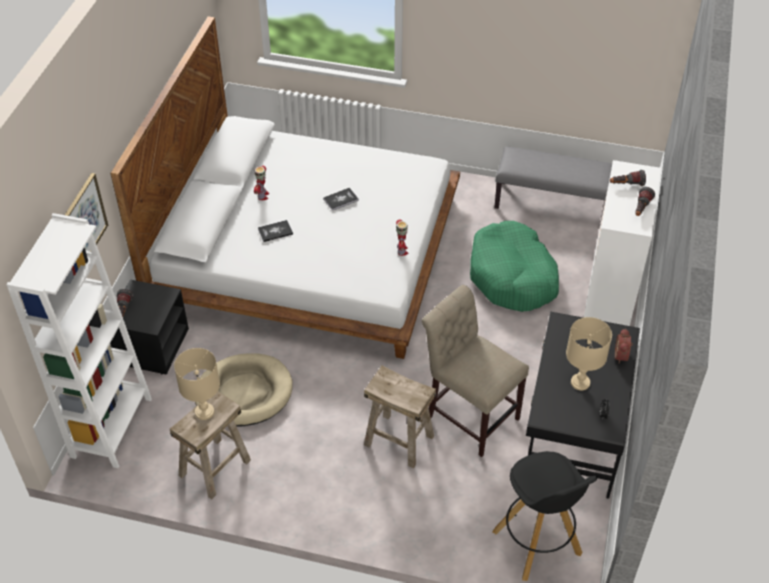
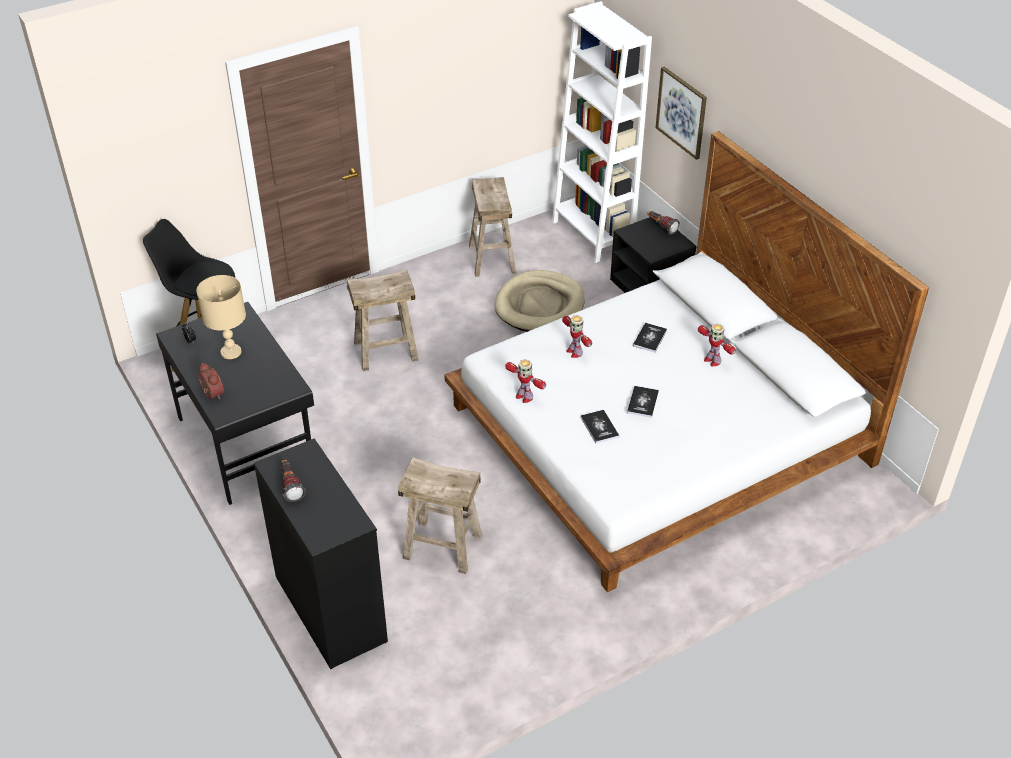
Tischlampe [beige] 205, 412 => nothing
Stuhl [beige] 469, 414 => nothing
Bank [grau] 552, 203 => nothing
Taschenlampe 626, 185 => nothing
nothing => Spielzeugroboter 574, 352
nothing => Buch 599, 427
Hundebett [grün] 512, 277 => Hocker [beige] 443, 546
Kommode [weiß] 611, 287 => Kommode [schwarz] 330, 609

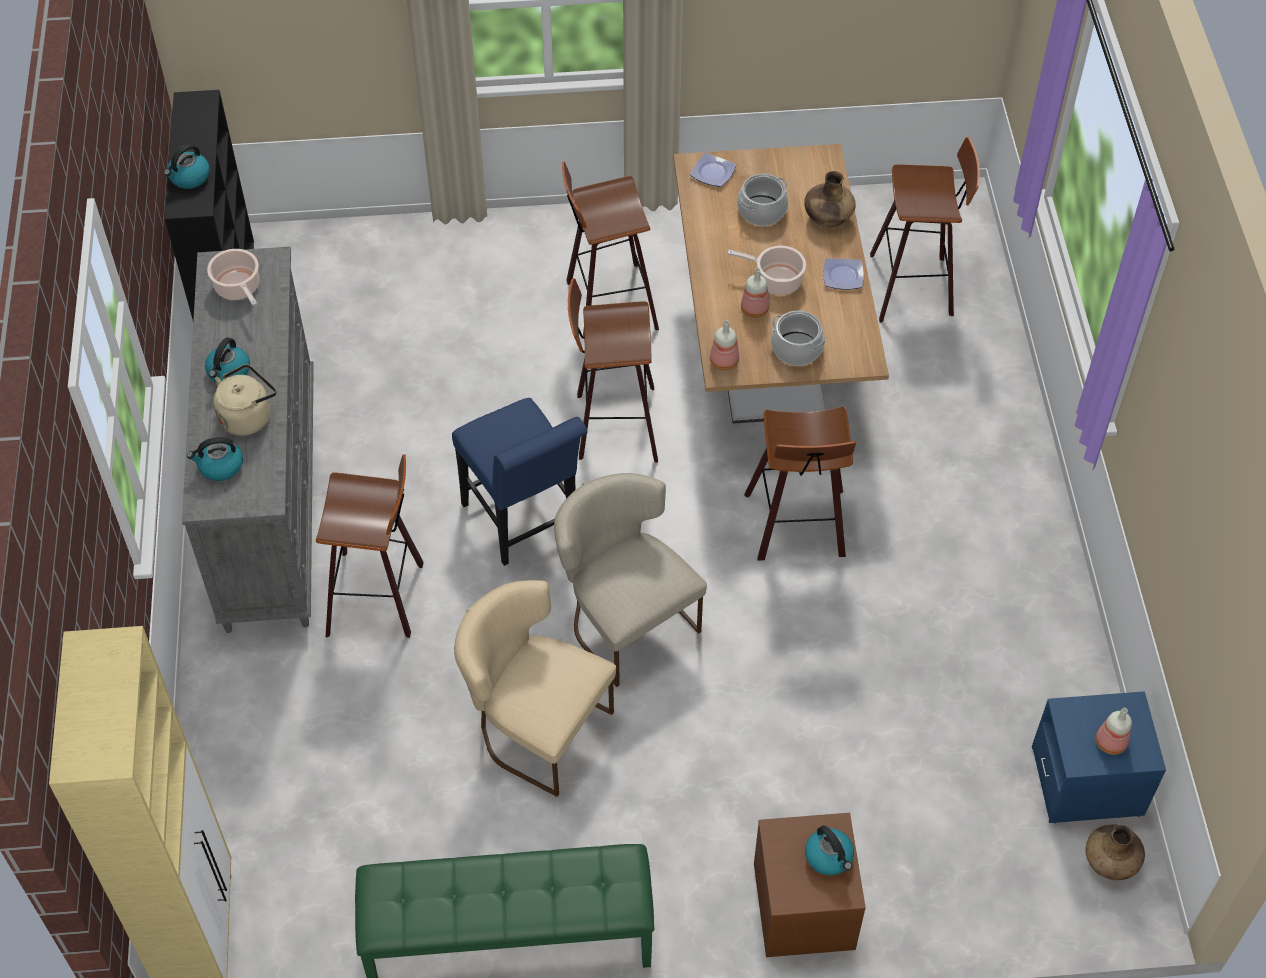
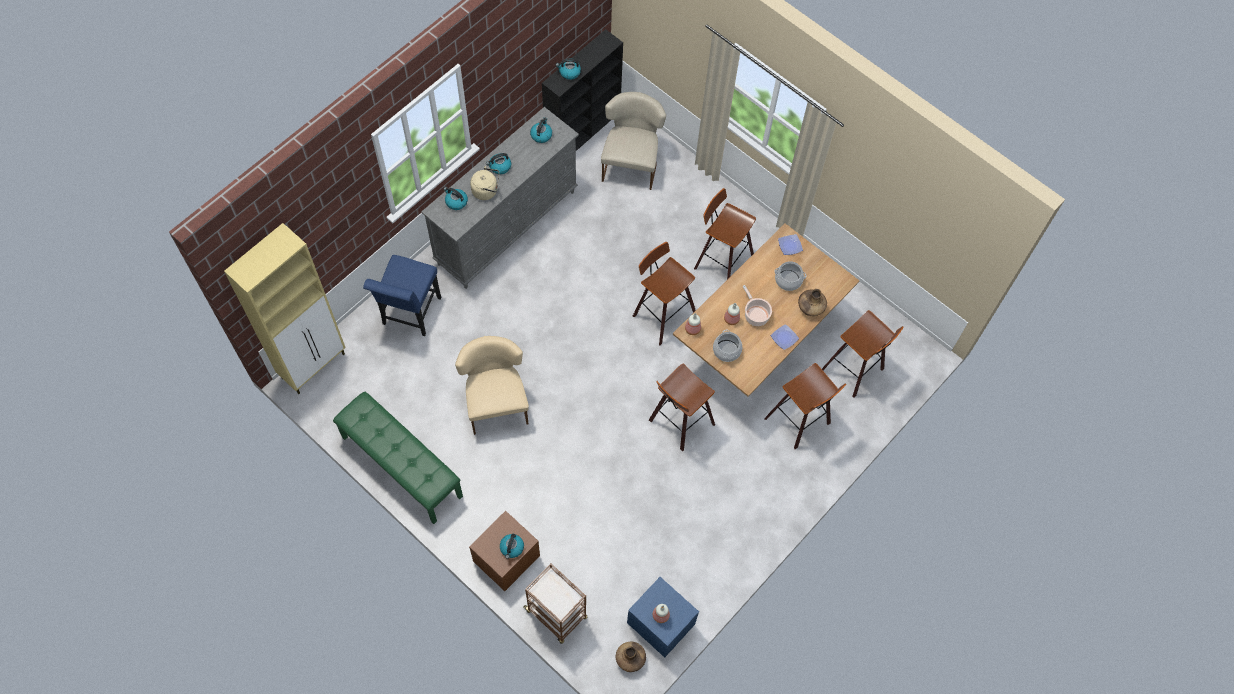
nothing => Rollwagen [braun] 556, 614
Hocker 379, 596 => Hocker 800, 421, moved
Stuhl [blau] 524, 523 => Stuhl [blau] 410, 314, moved
Stuhl [beige] 625, 620 => Stuhl [beige] 631, 163, moved
Kochtopf 238, 288 => Wasserkessel 541, 135

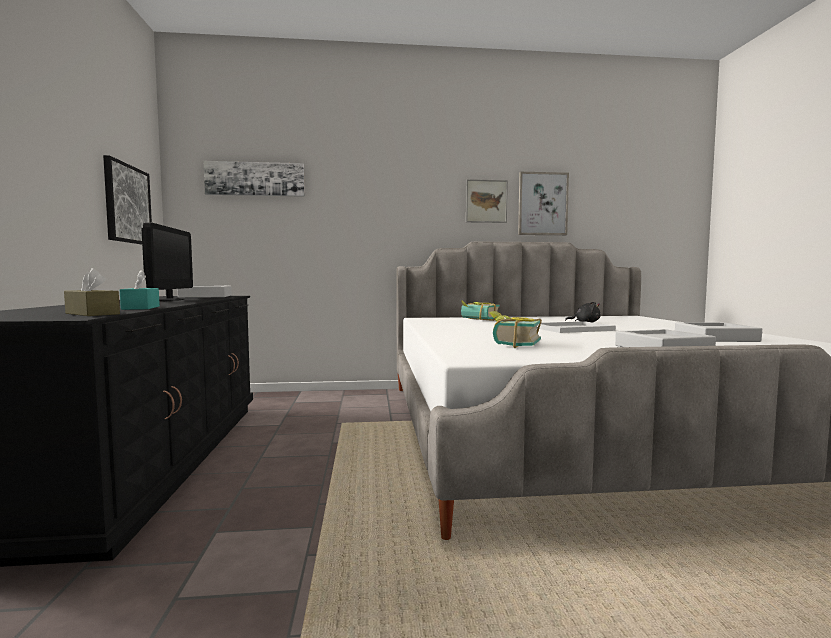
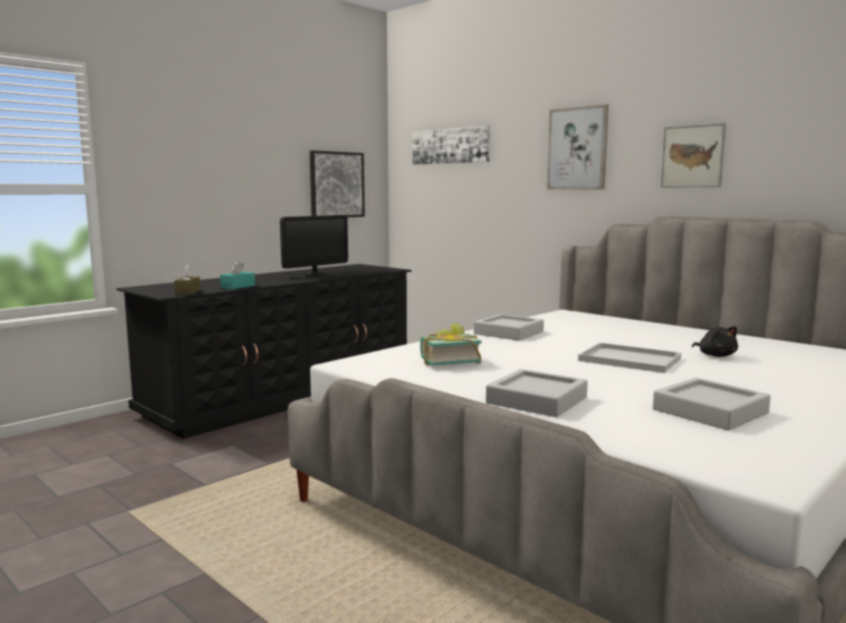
Buch 478, 320 => nothing
Tablett [grau] 206, 296 => Tablett [grau] 508, 333, moved
Bild 542, 204 => Bild 577, 148, moved

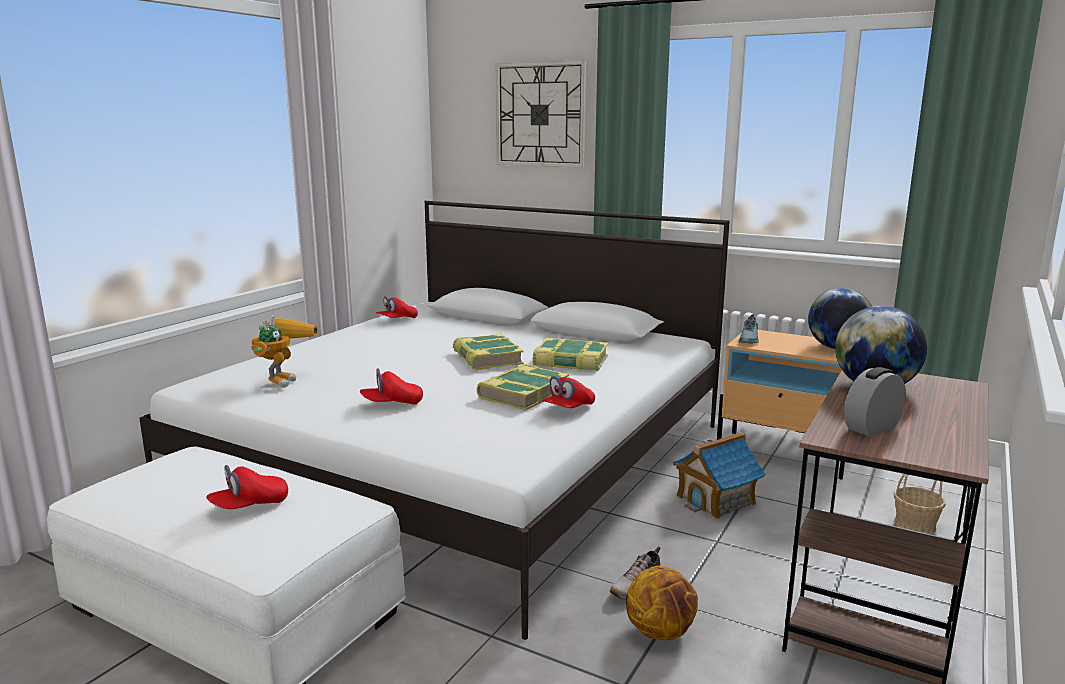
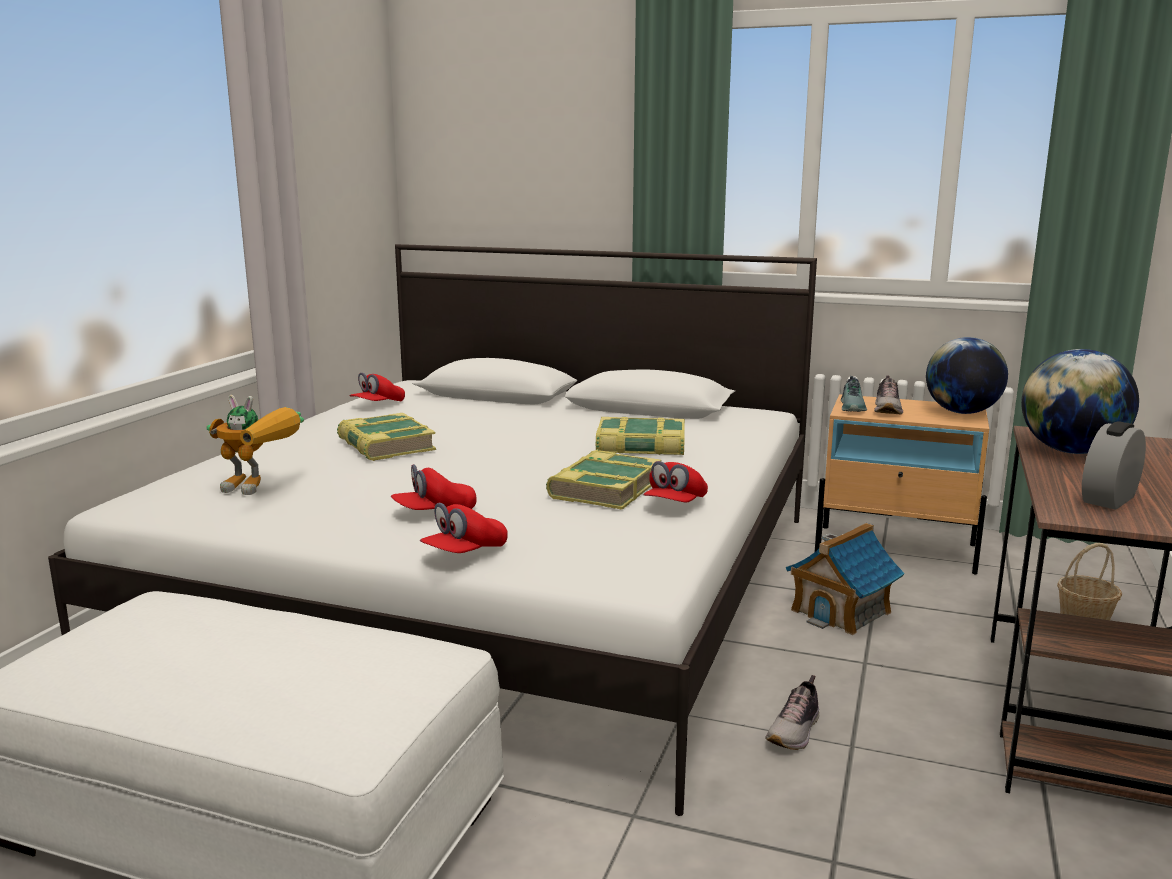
Wanduhr 540, 115 => nothing
Basketball 661, 632 => nothing
nothing => Schuh 887, 410
Kappe [rot] 249, 506 => Kappe [rot] 465, 553, moved
Buch 487, 358 => Buch 385, 446, moved
Spielzeugroboter 283, 379 => Spielzeugroboter 261, 488, 105 degrees clockwise

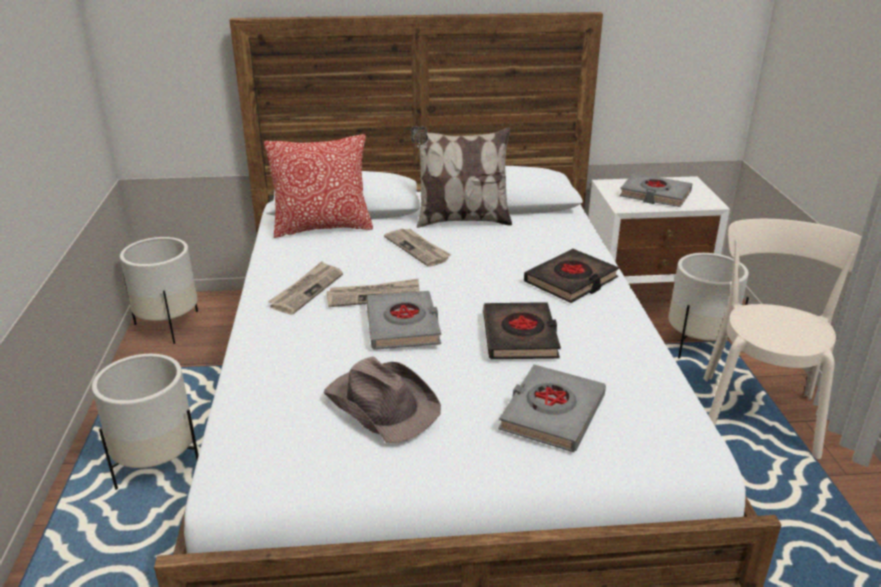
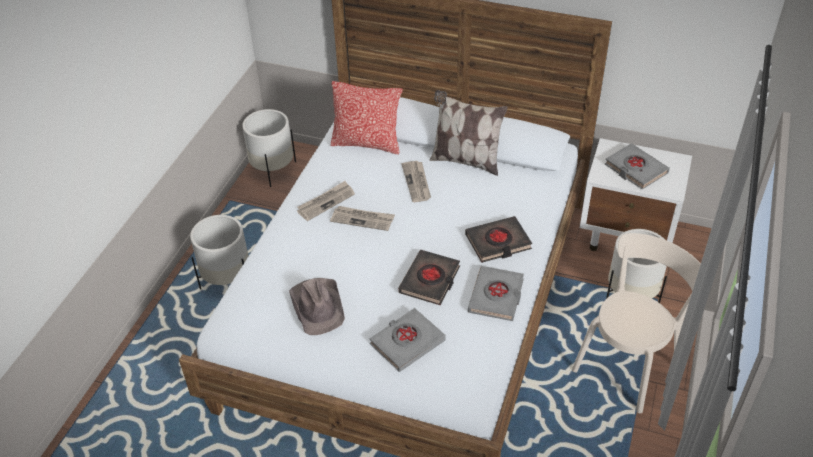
Buch [grau] 403, 326 => Buch [grau] 496, 296, moved

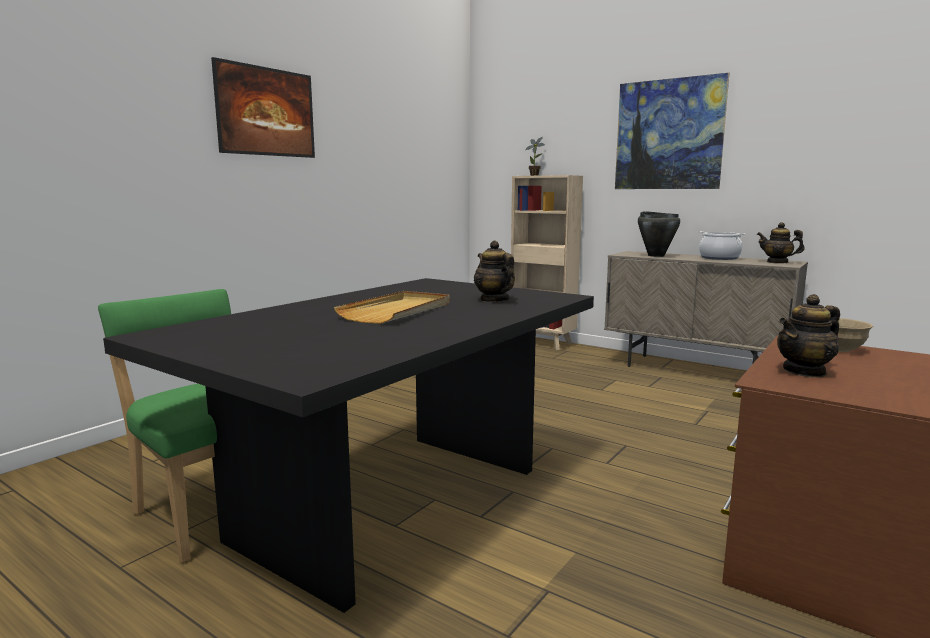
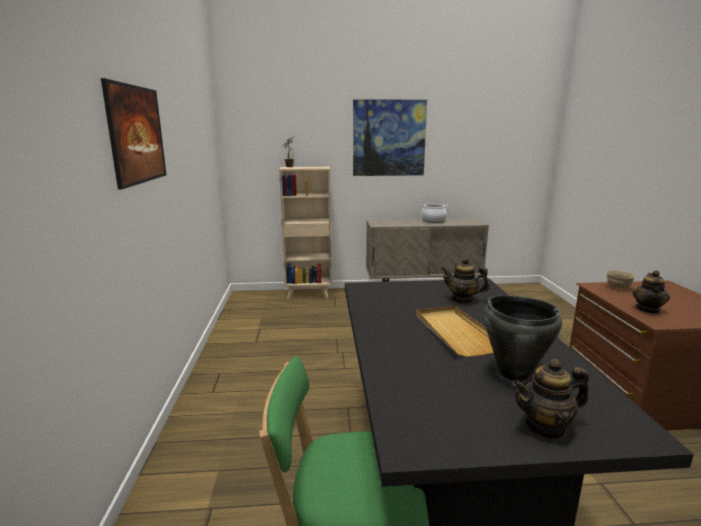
Kochtopf [schwarz] 656, 255 => Kochtopf [schwarz] 513, 373, moved
Teekanne 777, 262 => Teekanne 546, 427, moved

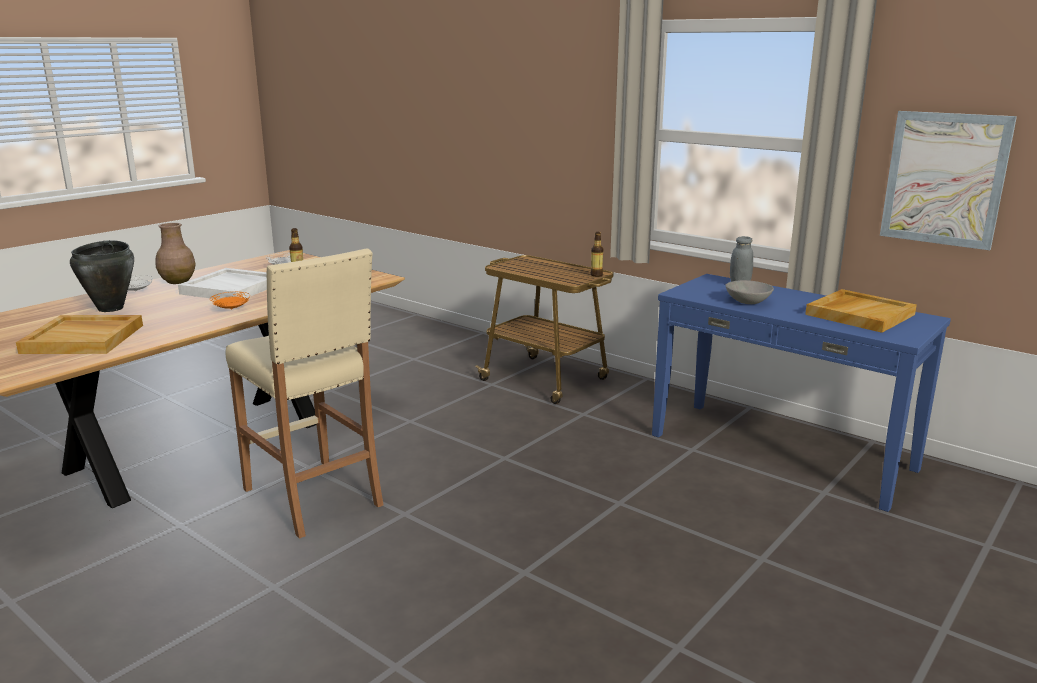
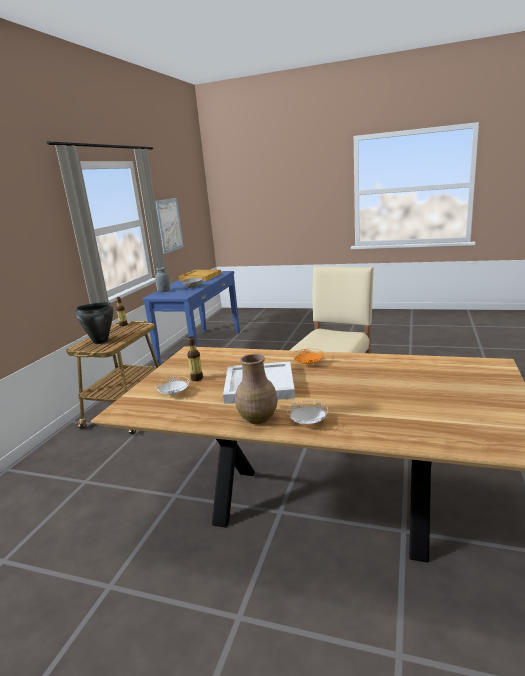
Tablett [beige] 85, 338 => nothing
Kochtopf [schwarz] 111, 308 => Kochtopf [schwarz] 100, 341, moved

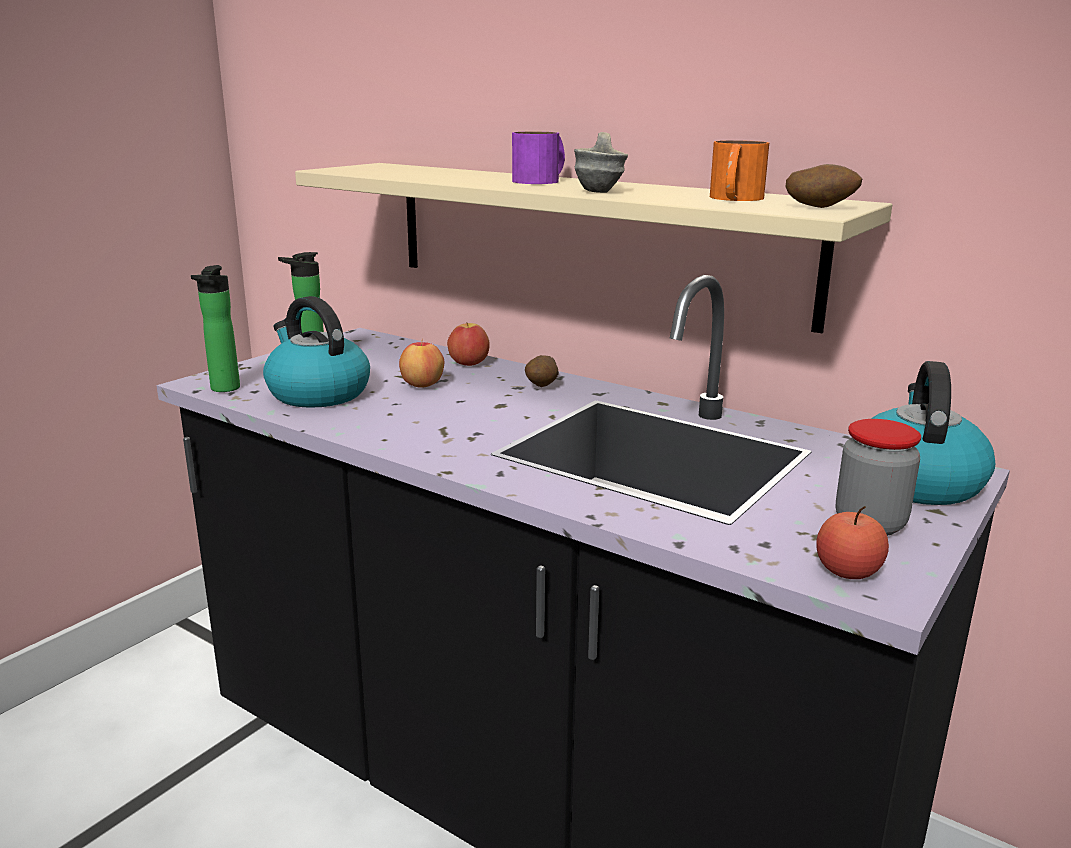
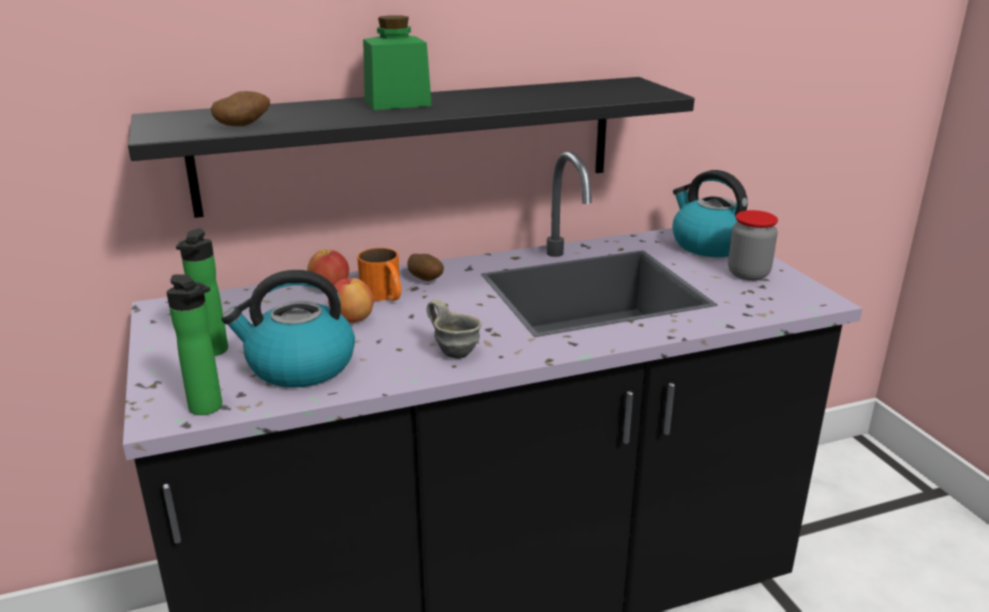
Apfel 848, 571 => nothing
Henkelbecher [grau] 602, 191 => Henkelbecher [grau] 455, 351, moved
Henkelbecher [orange] 734, 199 => Henkelbecher [orange] 385, 295, moved
Kartoffel 820, 207 => Kartoffel 243, 126, moved
Henkelbecher [lila] 542, 180 => Vorratsglas [grün] 397, 103
Wandregal [beige] 589, 238 => Wandregal [schwarz] 411, 144

